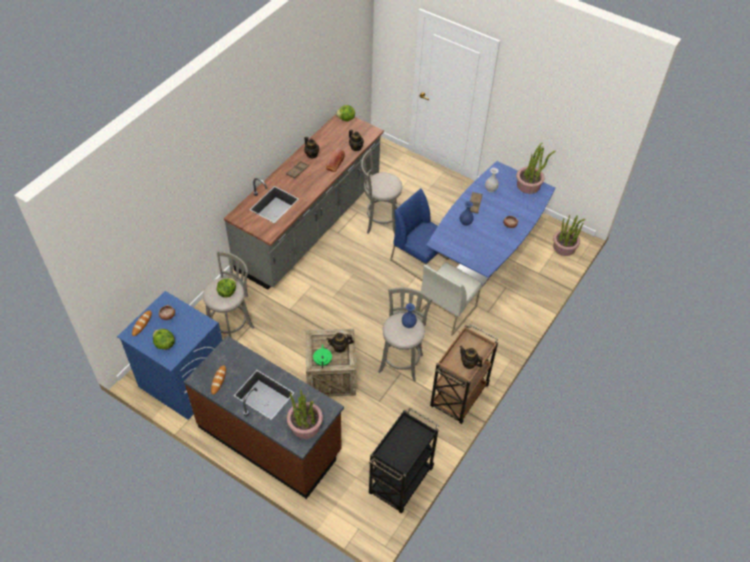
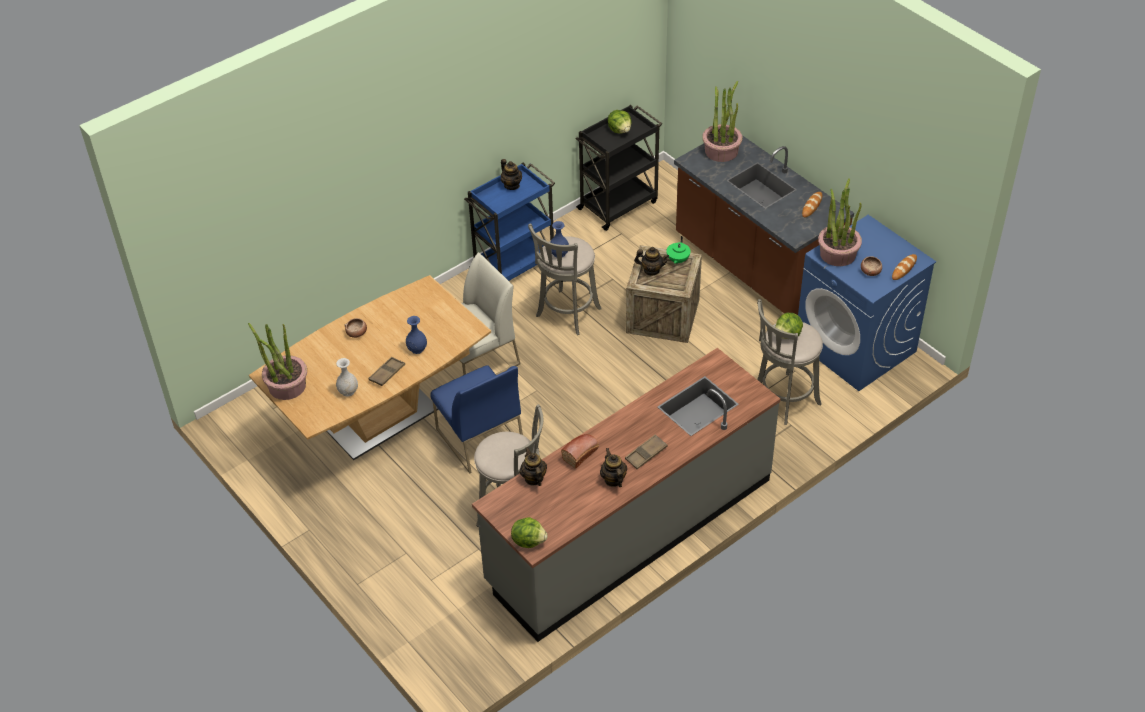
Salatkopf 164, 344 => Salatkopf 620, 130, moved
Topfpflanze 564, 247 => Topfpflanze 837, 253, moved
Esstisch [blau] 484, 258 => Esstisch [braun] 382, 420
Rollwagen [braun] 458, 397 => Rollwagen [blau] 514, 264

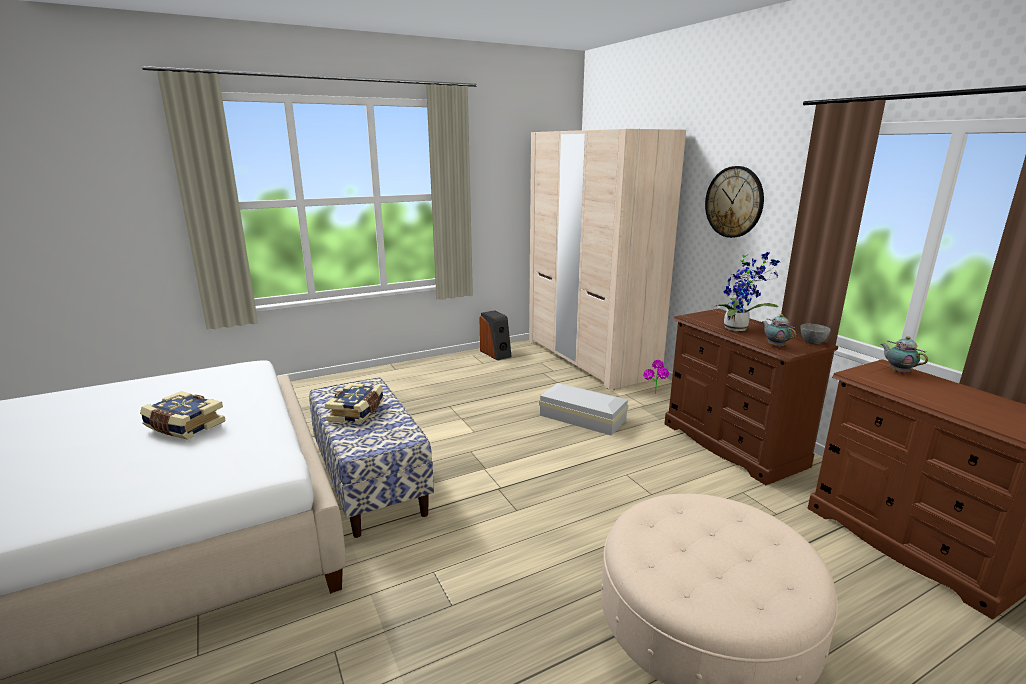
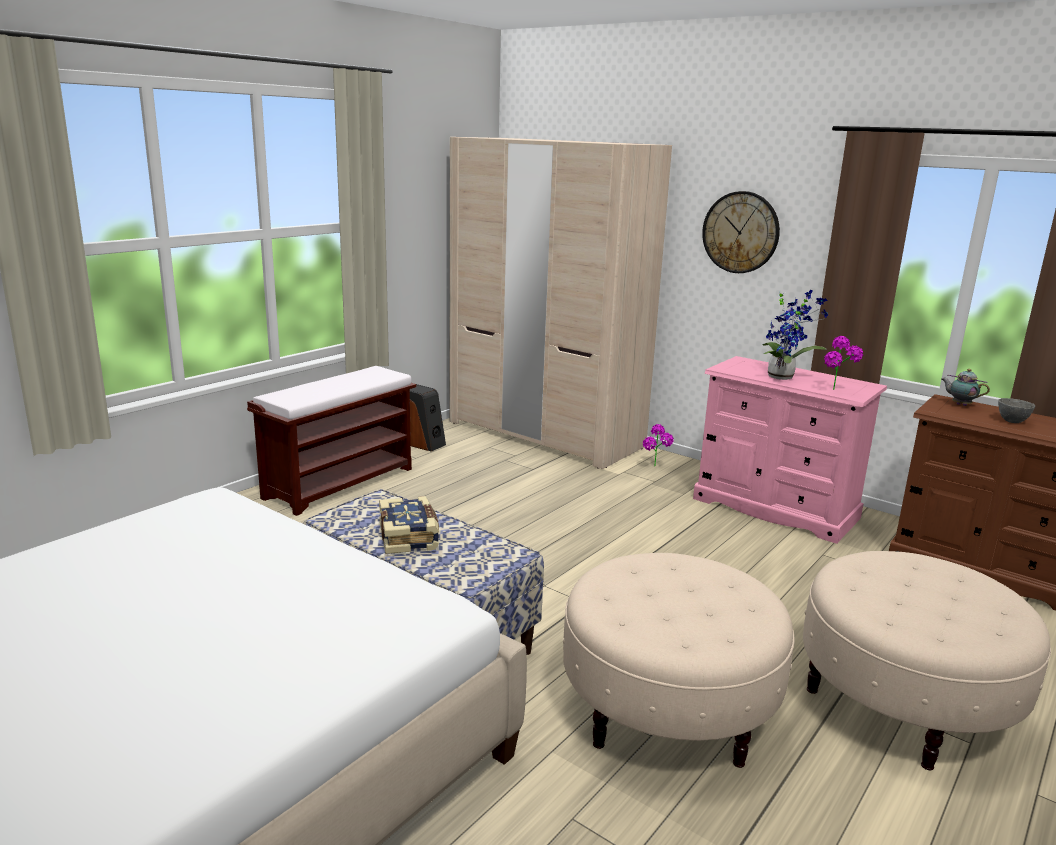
Buch 184, 426 => nothing
Aufbewahrungsbox [weiß] 583, 418 => nothing
nothing => Bank [braun] 340, 482
nothing => Polsterhocker [beige] 668, 709
Schüssel [grau] 812, 343 => Schüssel [grau] 1011, 421, moved
Teekanne 775, 346 => Topfpflanze 837, 391
Kommode [braun] 732, 444 => Kommode [rosa] 775, 508

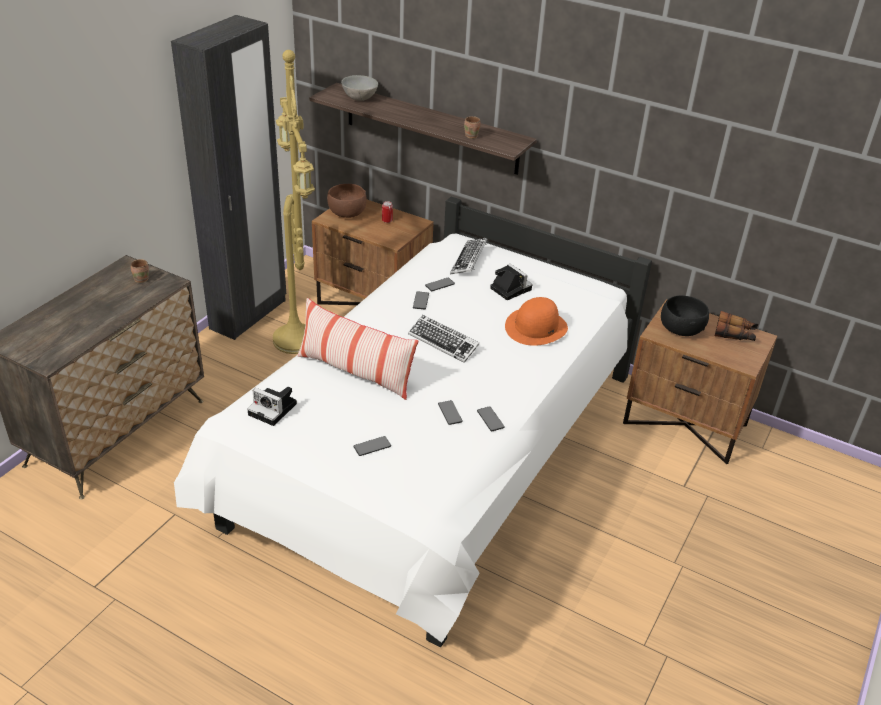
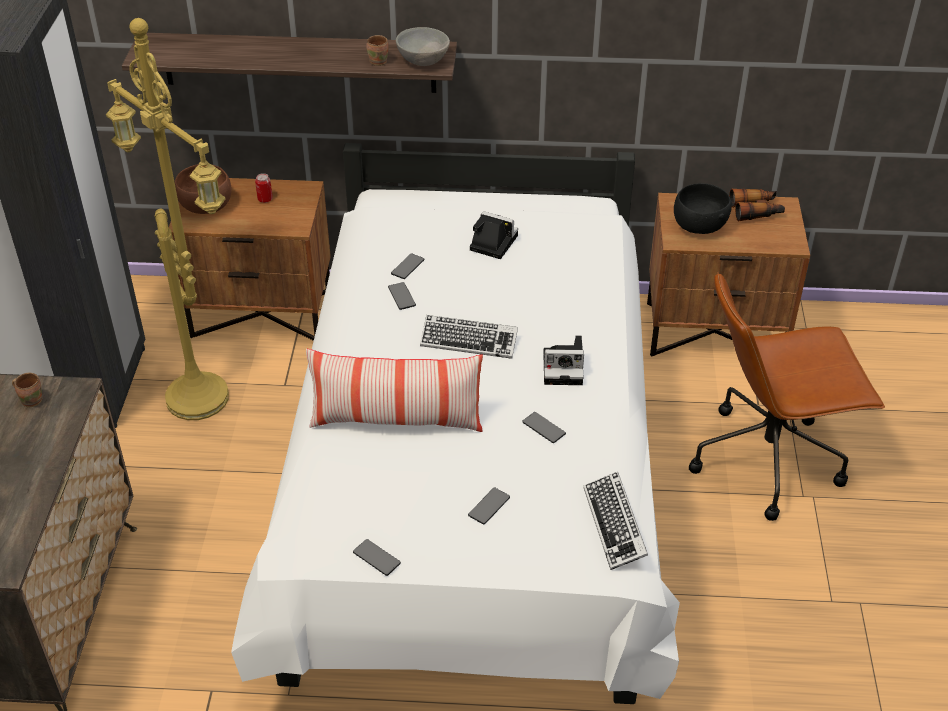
Hut [orange] 536, 327 => nothing
nothing => Bürostuhl [braun] 768, 459
Kamera 274, 409 => Kamera 565, 368, moved
Schüssel [grau] 360, 98 => Schüssel [grau] 423, 61, moved
Tastatur 469, 260 => Tastatur 614, 525, moved
Handy 490, 419 => Handy 376, 558, moved

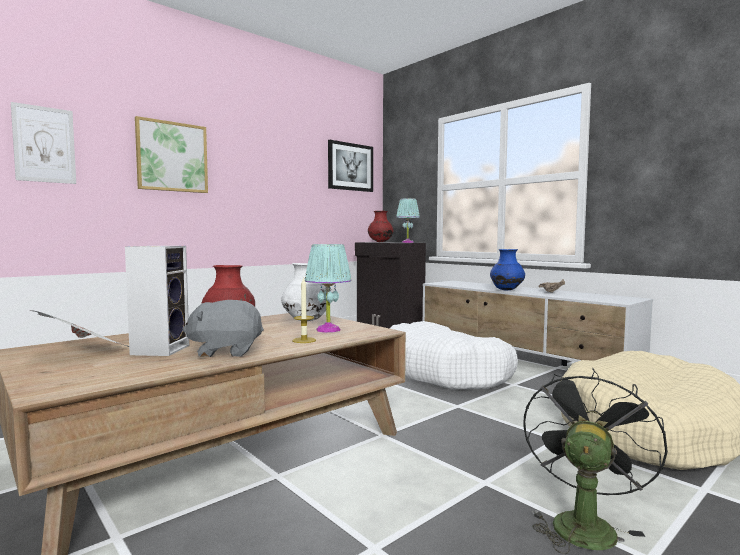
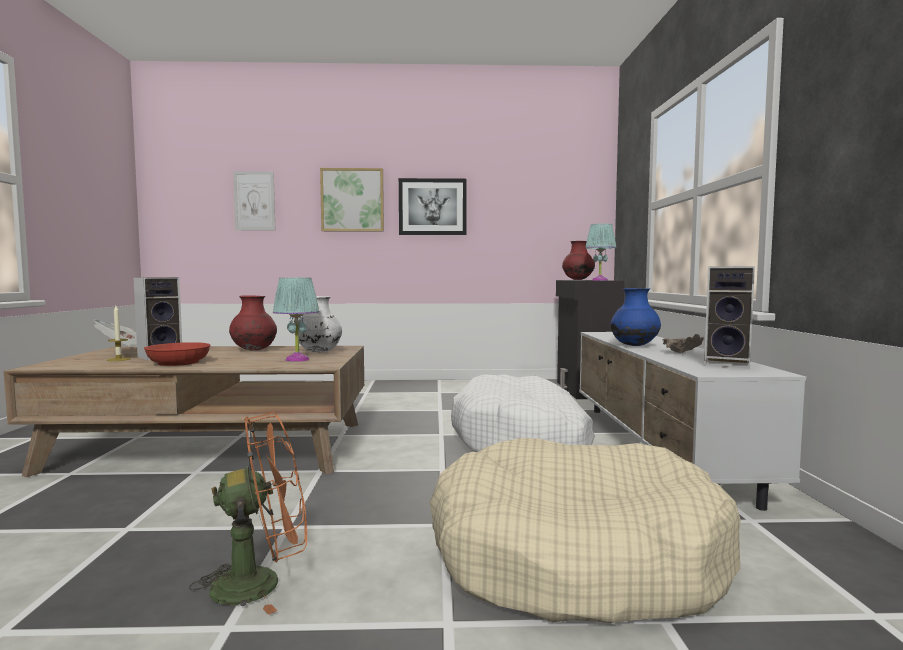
nothing => Lautsprecher 729, 364
Kerze 304, 340 => Kerze 118, 359, moved
Bild 350, 167 => Bild 432, 207, moved
Plüschtier [grau] 226, 351 => Schüssel [rot] 178, 362
Ventilator [schwarz] 582, 523 => Ventilator [orange] 261, 582

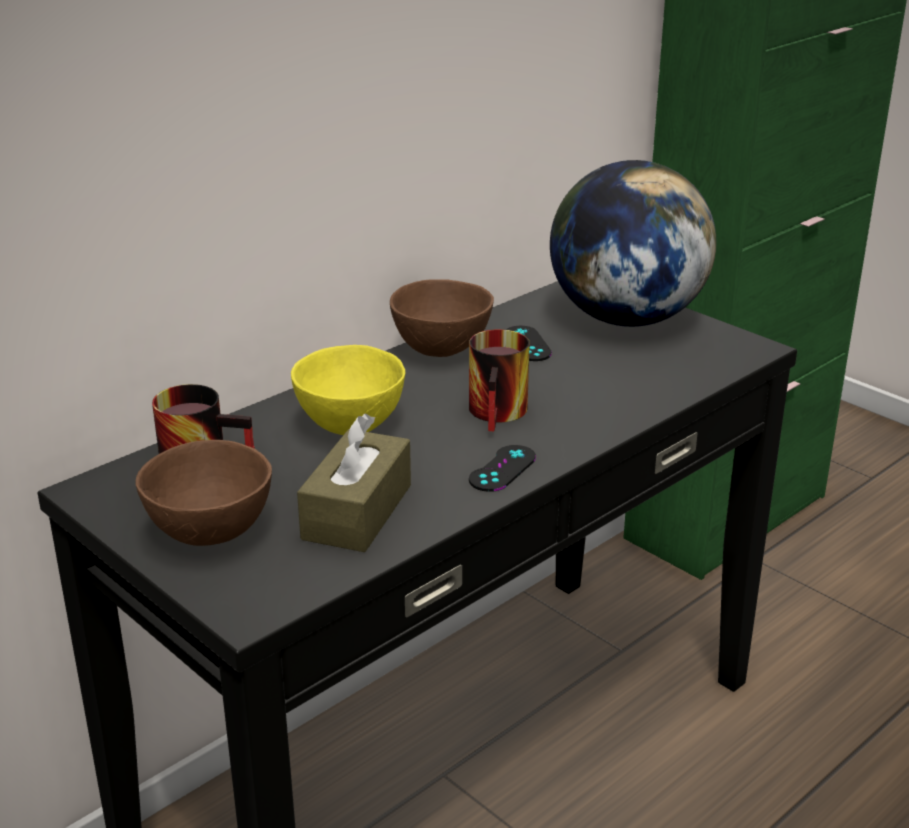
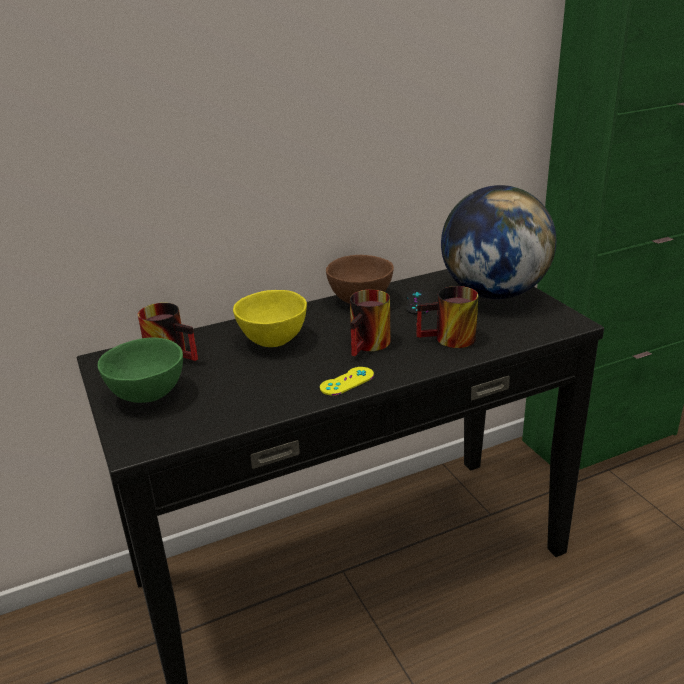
Taschentuchbox [braun] 357, 512 => nothing
nothing => Henkelbecher 449, 340
Schüssel [braun] 212, 533 => Schüssel [grün] 148, 396
Gamepad [schwarz] 502, 469 => Gamepad [gelb] 347, 381

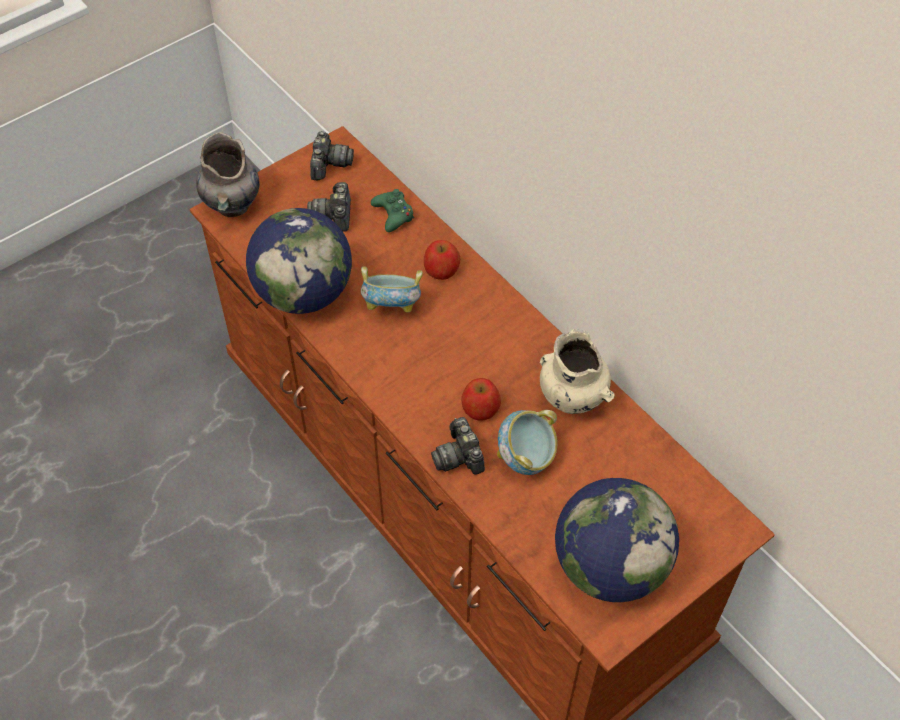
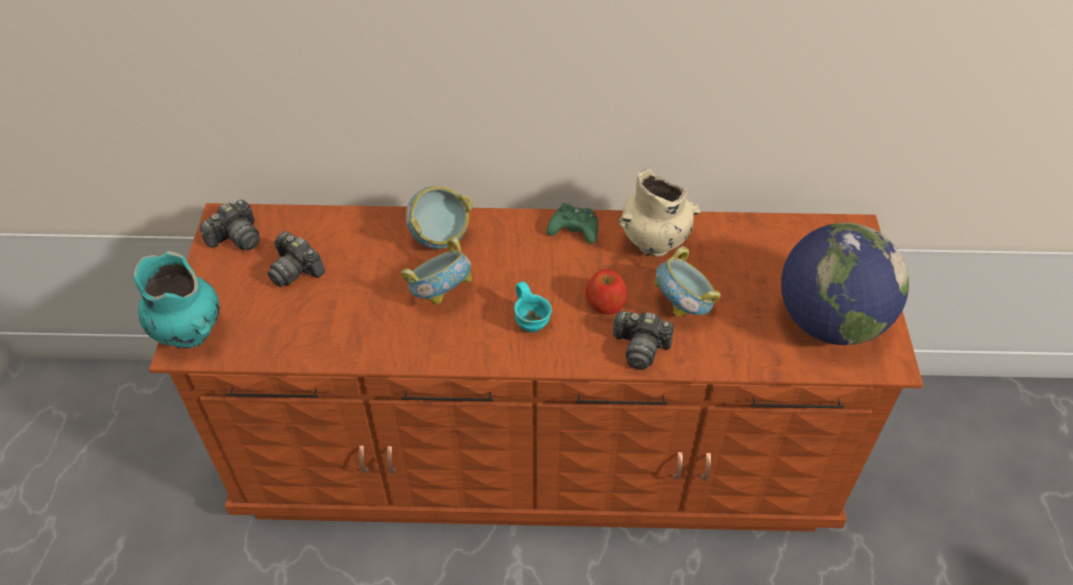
Globus 304, 293 => nothing
nothing => Henkelbecher [türkis] 532, 322
Gamepad [grün] 393, 214 => Gamepad [grün] 574, 229, moved
Apfel 441, 269 => Schüssel 440, 238
Vase [grau] 232, 206 => Vase [türkis] 191, 334
Kamera 329, 164 => Kamera 236, 238, 90 degrees clockwise

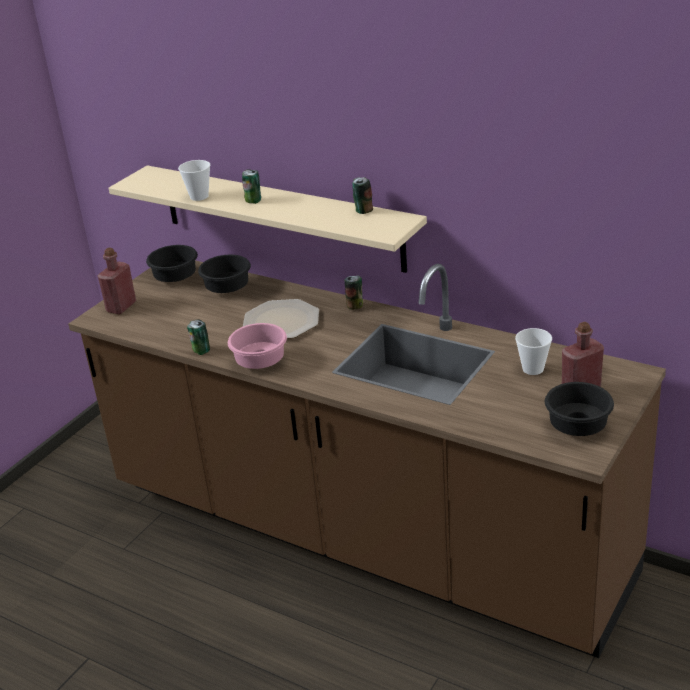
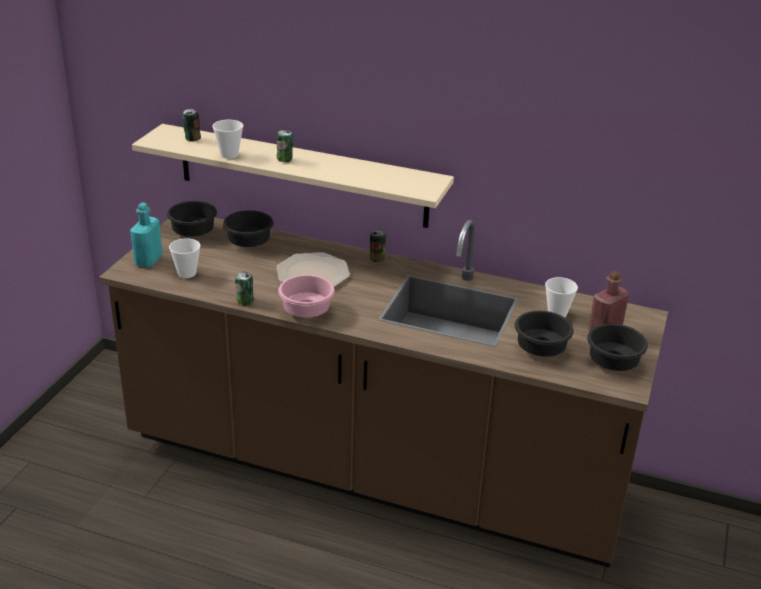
nothing => Tasse 187, 273
nothing => Schüssel [schwarz] 542, 349
Dose 363, 210 => Dose 192, 138, moved
Flasche [rot] 121, 307 => Flasche [türkis] 148, 260

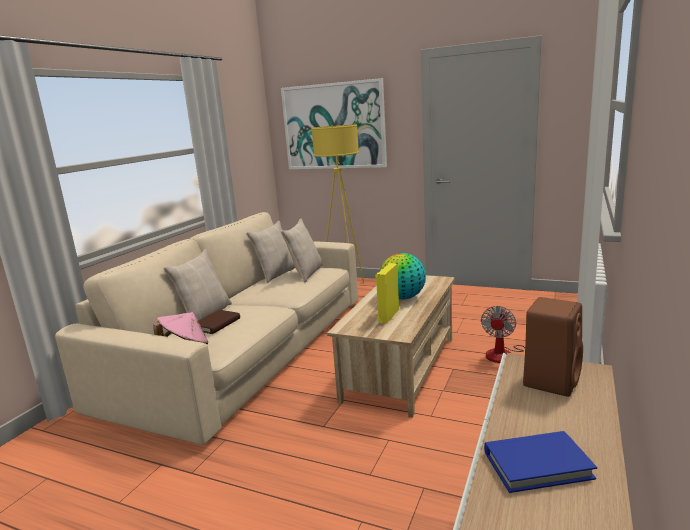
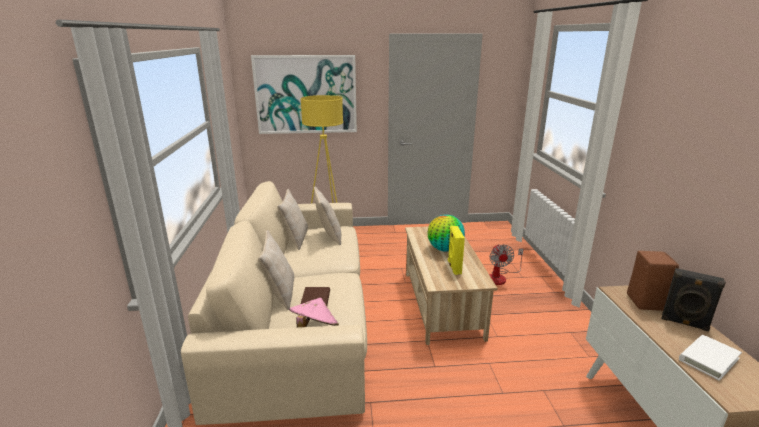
nothing => Lautsprecher [schwarz] 684, 323
Buch [blau] 537, 465 => Buch [weiß] 708, 359

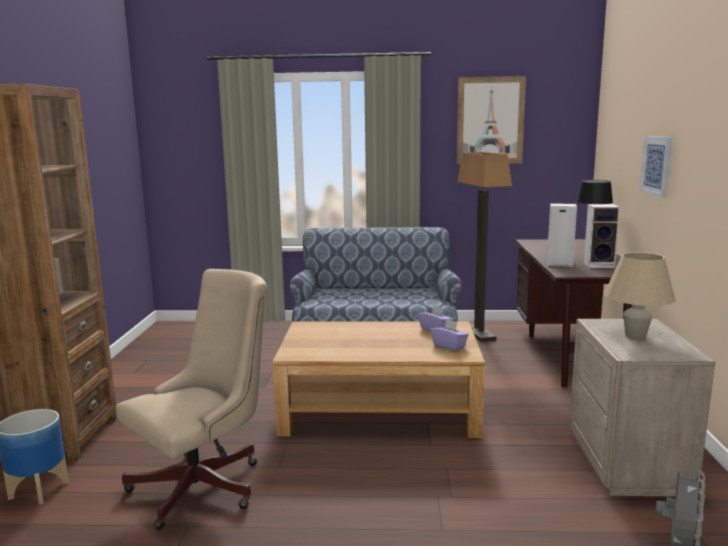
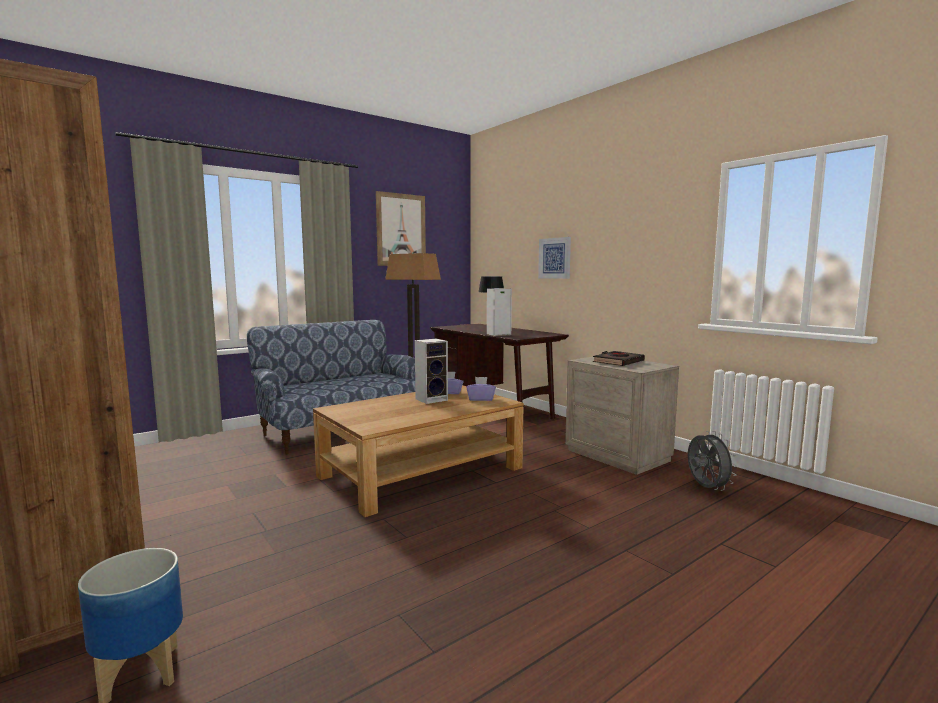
Bürostuhl [beige] 206, 485 => nothing
Lautsprecher 600, 265 => Lautsprecher 432, 399, moved
Tischlampe [beige] 635, 336 => Buch [schwarz] 618, 362

